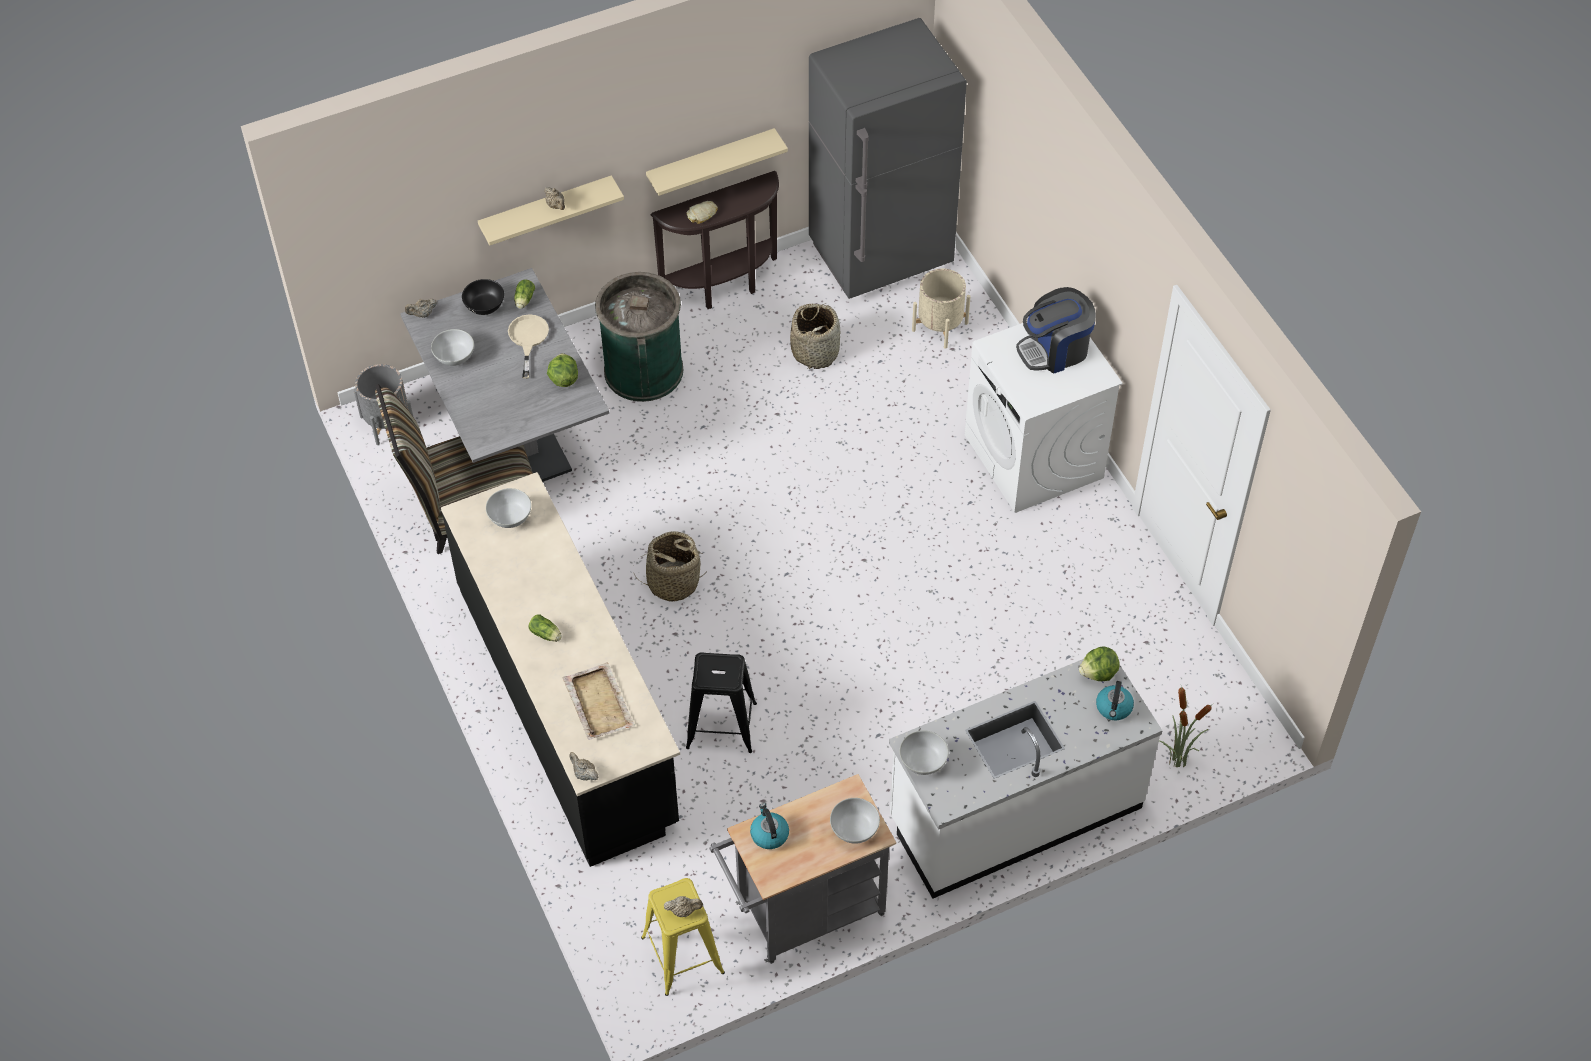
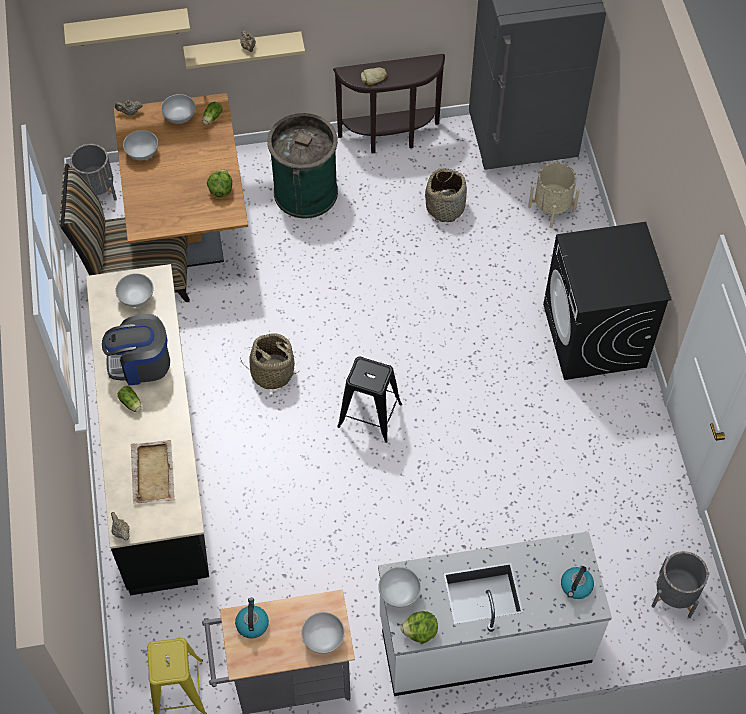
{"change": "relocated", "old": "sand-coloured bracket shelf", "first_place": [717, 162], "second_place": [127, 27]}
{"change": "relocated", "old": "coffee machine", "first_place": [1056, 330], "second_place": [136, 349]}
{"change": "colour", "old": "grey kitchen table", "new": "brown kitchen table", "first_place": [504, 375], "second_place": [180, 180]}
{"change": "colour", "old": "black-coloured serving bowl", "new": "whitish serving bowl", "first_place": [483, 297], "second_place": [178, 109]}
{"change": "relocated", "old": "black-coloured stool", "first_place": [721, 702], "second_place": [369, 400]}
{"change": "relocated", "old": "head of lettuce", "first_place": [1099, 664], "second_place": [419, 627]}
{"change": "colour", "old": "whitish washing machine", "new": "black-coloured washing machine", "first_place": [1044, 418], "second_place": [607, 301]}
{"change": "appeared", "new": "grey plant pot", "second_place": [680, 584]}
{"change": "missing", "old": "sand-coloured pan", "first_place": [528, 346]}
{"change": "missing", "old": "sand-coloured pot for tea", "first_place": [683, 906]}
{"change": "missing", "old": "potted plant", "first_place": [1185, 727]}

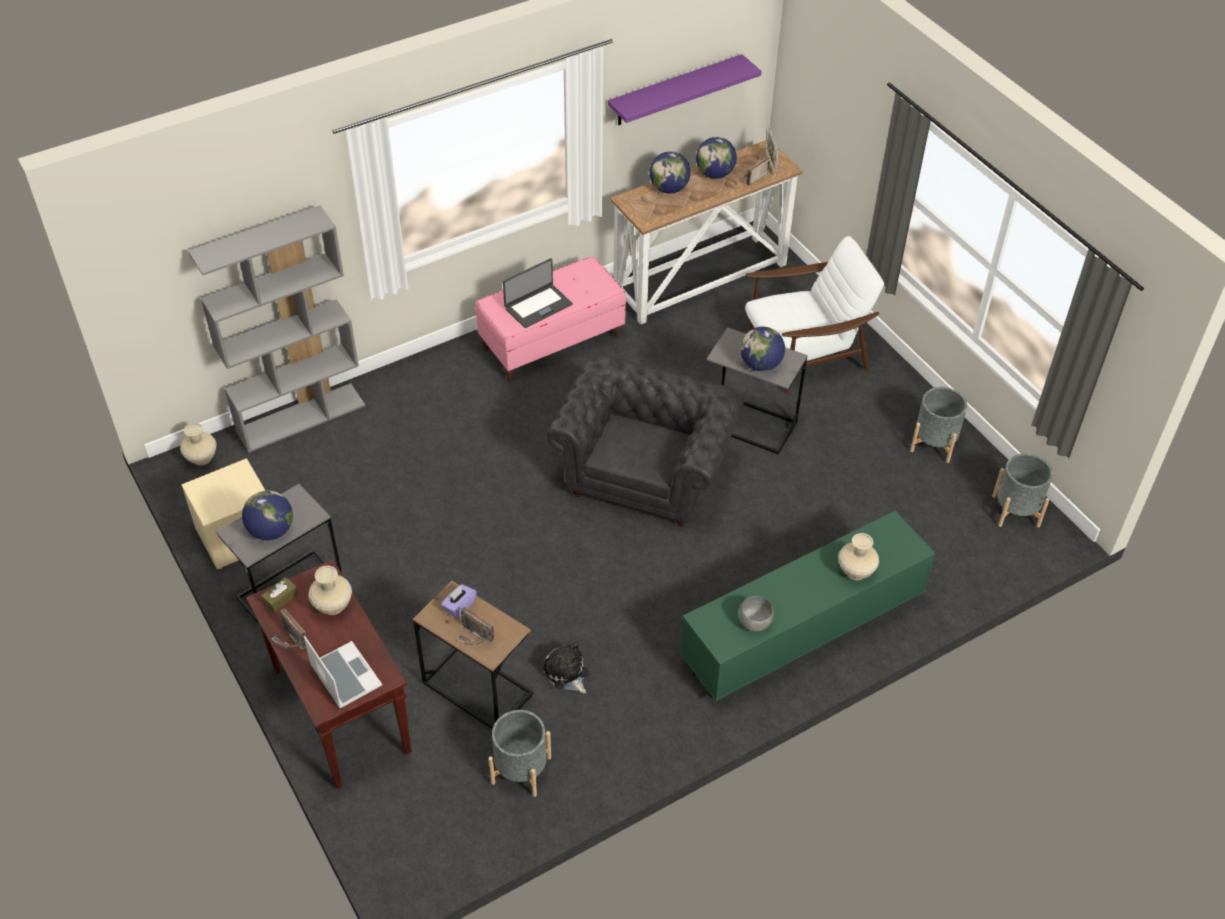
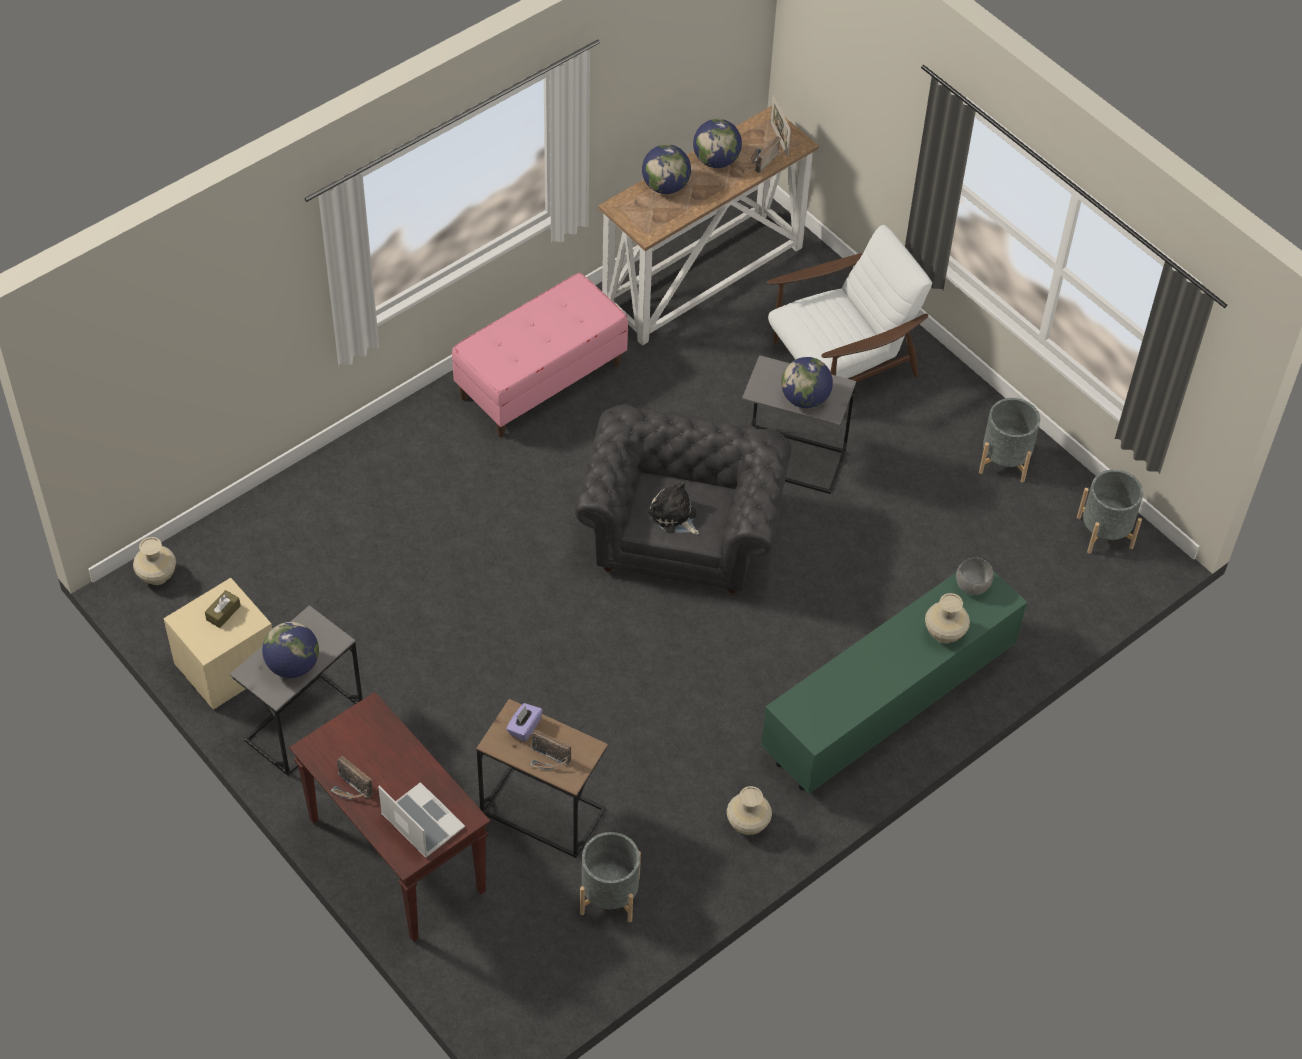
{"change": "relocated", "old": "brown tissue holder", "first_place": [279, 595], "second_place": [223, 609]}
{"change": "relocated", "old": "cuddly toy", "first_place": [565, 668], "second_place": [673, 508]}
{"change": "relocated", "old": "sand-coloured vase", "first_place": [330, 590], "second_place": [749, 810]}
{"change": "relocated", "old": "grey serving bowl", "first_place": [756, 613], "second_place": [975, 576]}
{"change": "missing", "old": "grey shelving unit", "first_place": [276, 329]}
{"change": "missing", "old": "notebook computer", "first_place": [538, 293]}
{"change": "missing", "old": "purple-coloured bracket shelf", "first_place": [685, 89]}

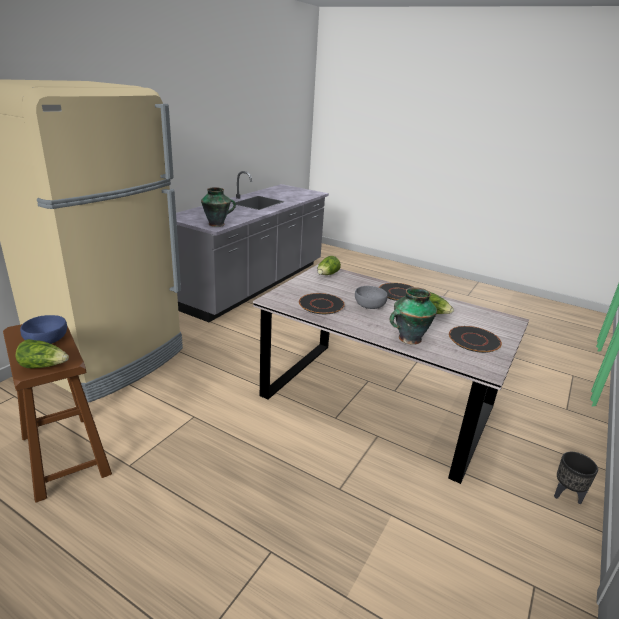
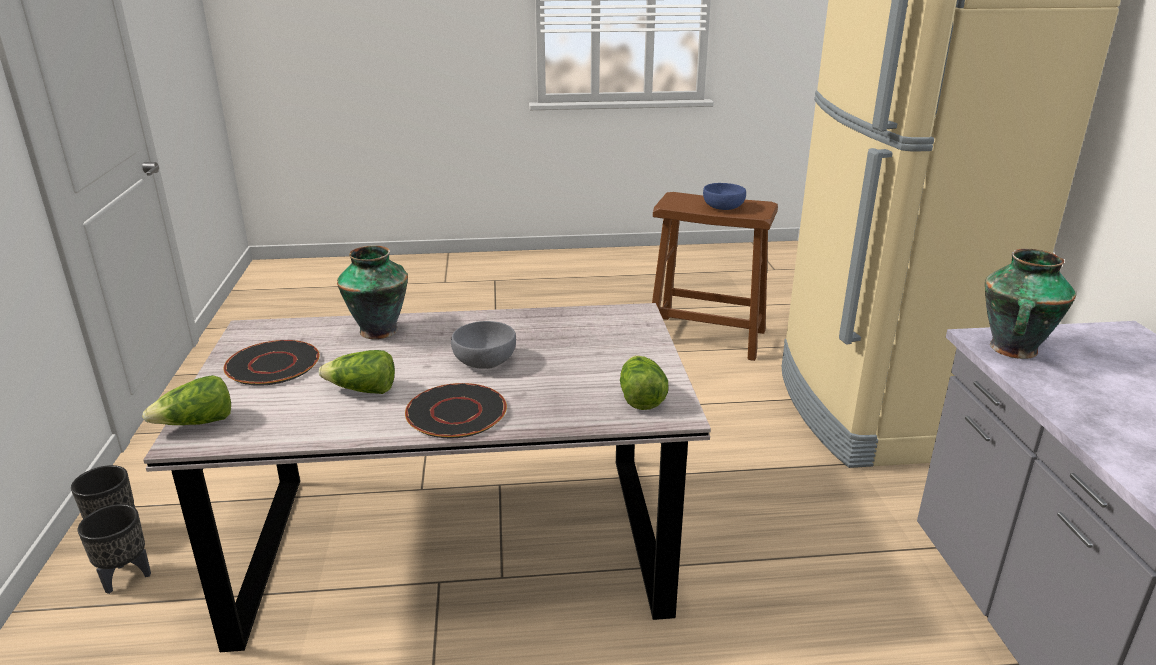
{"change": "appeared", "new": "black-coloured plant pot", "second_place": [114, 549]}
{"change": "relocated", "old": "head of lettuce", "first_place": [42, 353], "second_place": [186, 400]}
{"change": "missing", "old": "black-coloured flat dish", "first_place": [322, 303]}

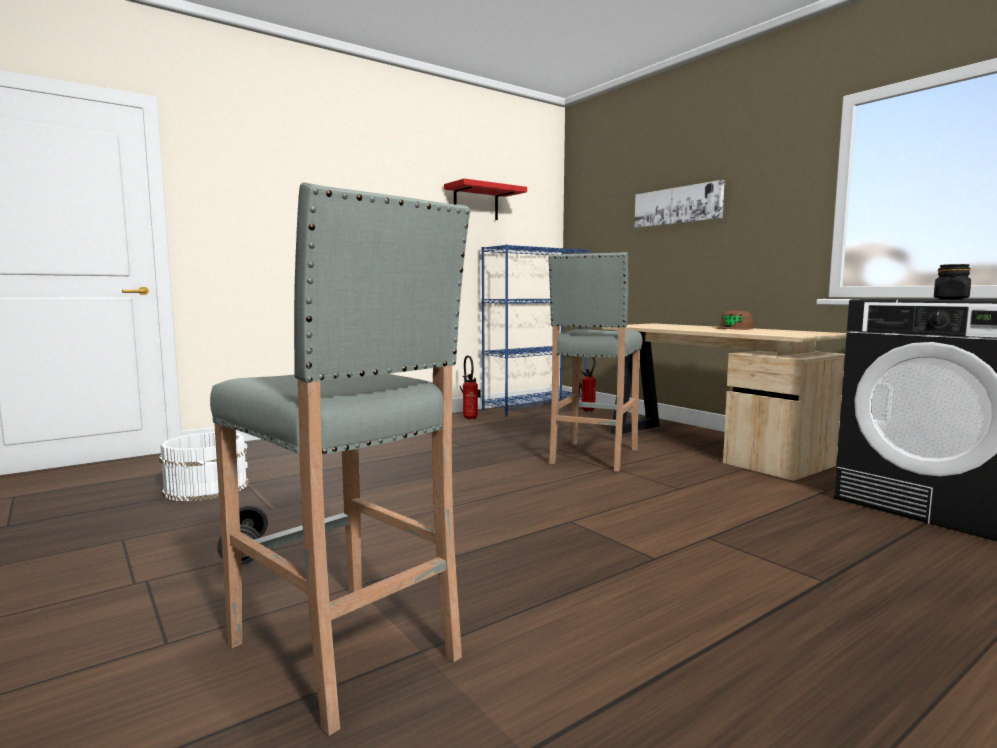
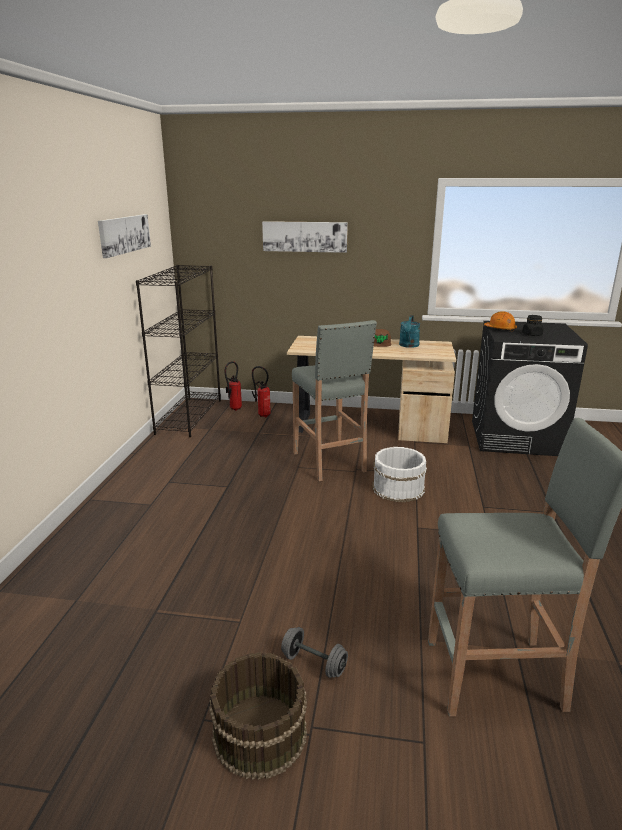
{"change": "exchanged", "old": "red bracket shelf", "new": "wall picture", "first_place": [485, 199], "second_place": [124, 236]}
{"change": "colour", "old": "bluish shelving unit", "new": "black-coloured shelving unit", "first_place": [535, 330], "second_place": [178, 351]}
{"change": "appeared", "new": "brown bucket", "second_place": [258, 716]}
{"change": "relocated", "old": "extinguisher", "first_place": [470, 387], "second_place": [261, 392]}
{"change": "relocated", "old": "whitish bucket", "first_place": [203, 466], "second_place": [400, 474]}
{"change": "appeared", "new": "blue-green watering pot", "second_place": [409, 331]}
{"change": "appeared", "new": "orange-coloured work helmet", "second_place": [500, 321]}

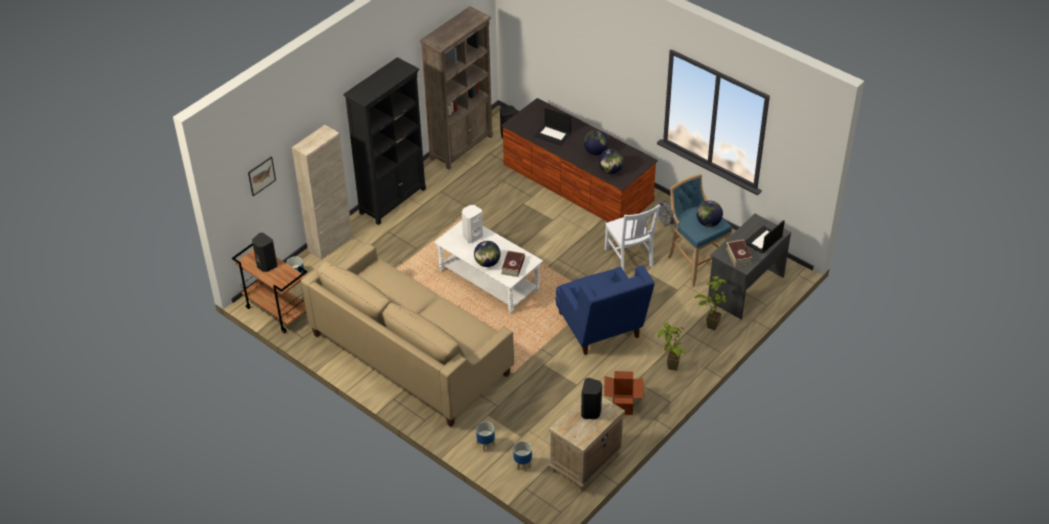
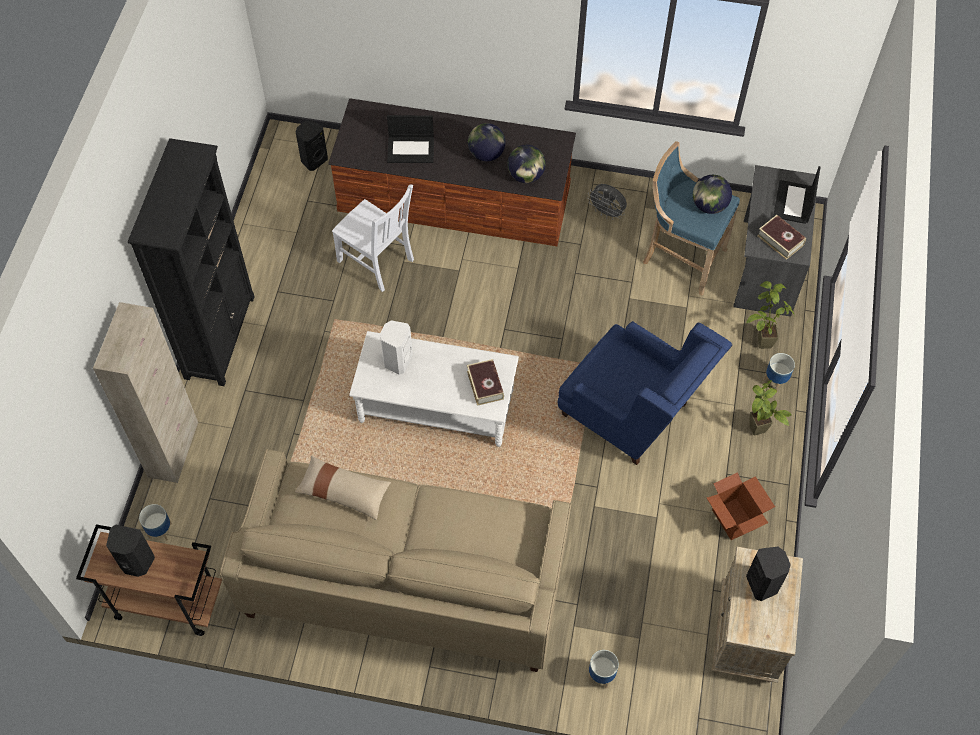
{"change": "appeared", "new": "sand-coloured throw pillow", "second_place": [343, 488]}
{"change": "relocated", "old": "whitish plain chair", "first_place": [633, 238], "second_place": [373, 238]}
{"change": "relocated", "old": "plant pot", "first_place": [522, 455], "second_place": [779, 371]}
{"change": "missing", "old": "wall picture", "first_place": [262, 176]}
{"change": "missing", "old": "brown shelving unit", "first_place": [456, 88]}
{"change": "missing", "old": "desk globe", "first_place": [487, 254]}

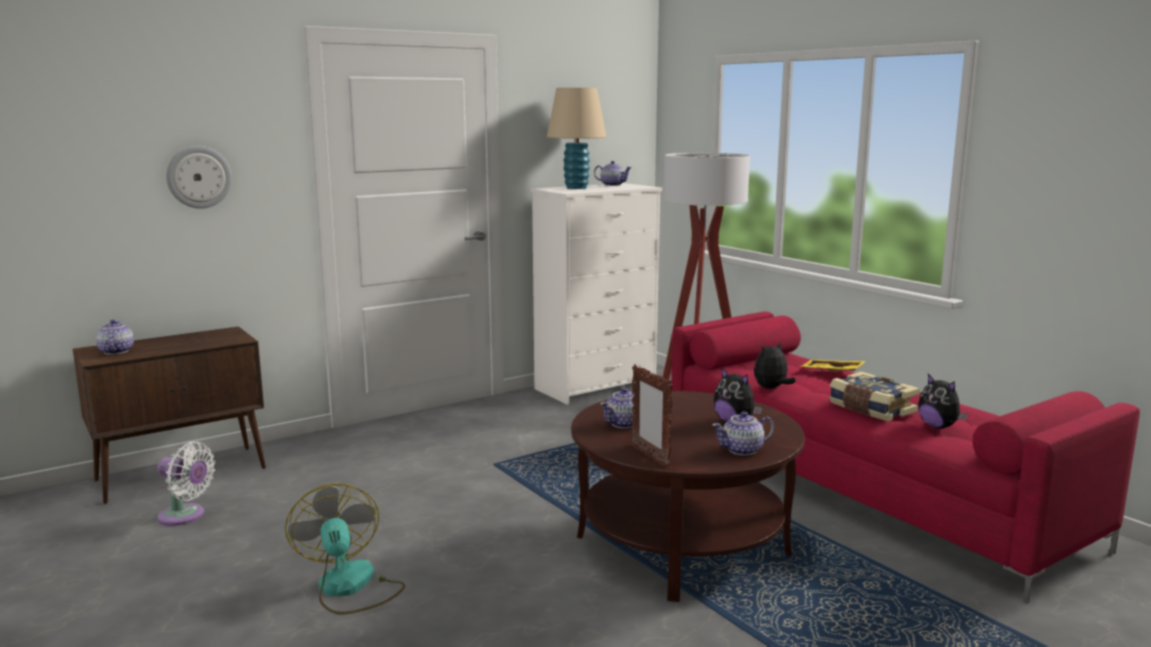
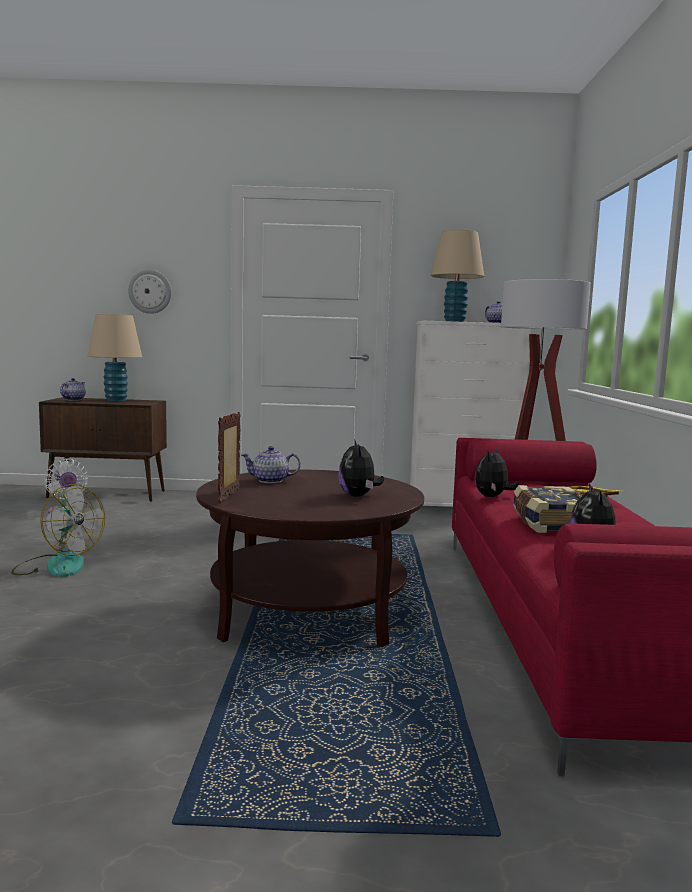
{"change": "spun", "old": "electric fan", "first_place": [345, 549], "second_place": [58, 530], "degrees": 105}
{"change": "appeared", "new": "sand-coloured table lamp", "second_place": [115, 358]}
{"change": "spun", "old": "cuddly toy", "first_place": [775, 365], "second_place": [497, 472], "degrees": -60}
{"change": "missing", "old": "pot for tea", "first_place": [743, 433]}

